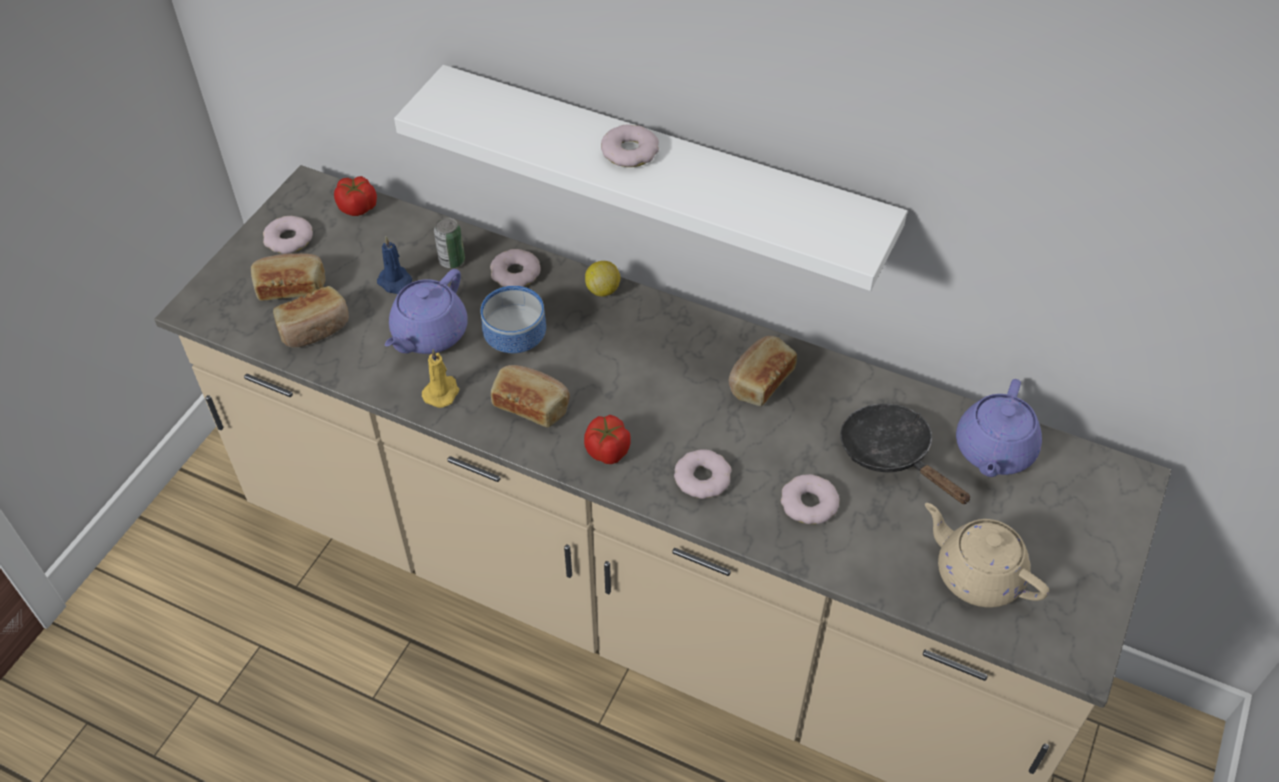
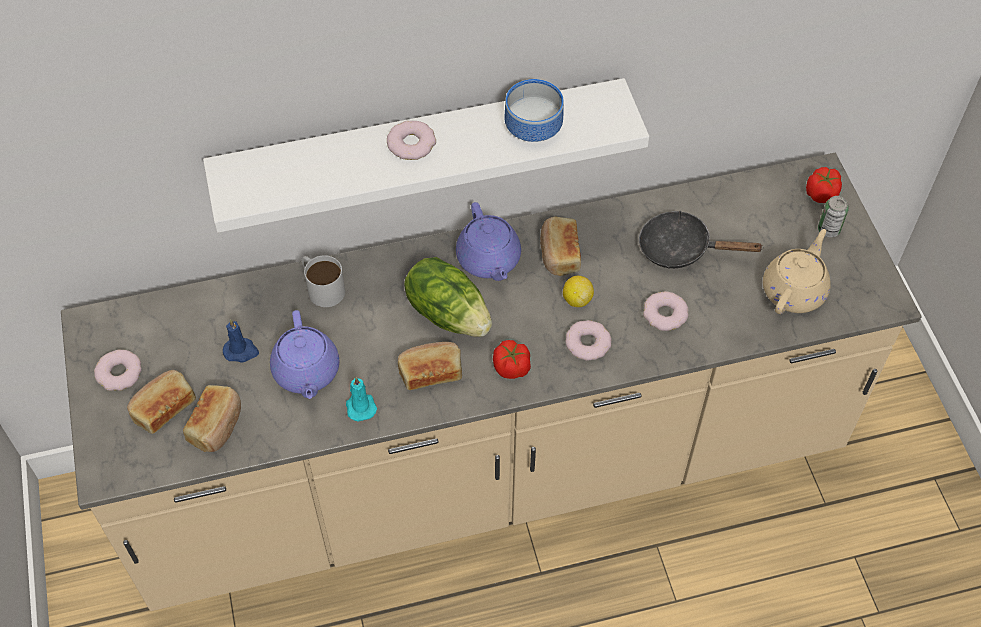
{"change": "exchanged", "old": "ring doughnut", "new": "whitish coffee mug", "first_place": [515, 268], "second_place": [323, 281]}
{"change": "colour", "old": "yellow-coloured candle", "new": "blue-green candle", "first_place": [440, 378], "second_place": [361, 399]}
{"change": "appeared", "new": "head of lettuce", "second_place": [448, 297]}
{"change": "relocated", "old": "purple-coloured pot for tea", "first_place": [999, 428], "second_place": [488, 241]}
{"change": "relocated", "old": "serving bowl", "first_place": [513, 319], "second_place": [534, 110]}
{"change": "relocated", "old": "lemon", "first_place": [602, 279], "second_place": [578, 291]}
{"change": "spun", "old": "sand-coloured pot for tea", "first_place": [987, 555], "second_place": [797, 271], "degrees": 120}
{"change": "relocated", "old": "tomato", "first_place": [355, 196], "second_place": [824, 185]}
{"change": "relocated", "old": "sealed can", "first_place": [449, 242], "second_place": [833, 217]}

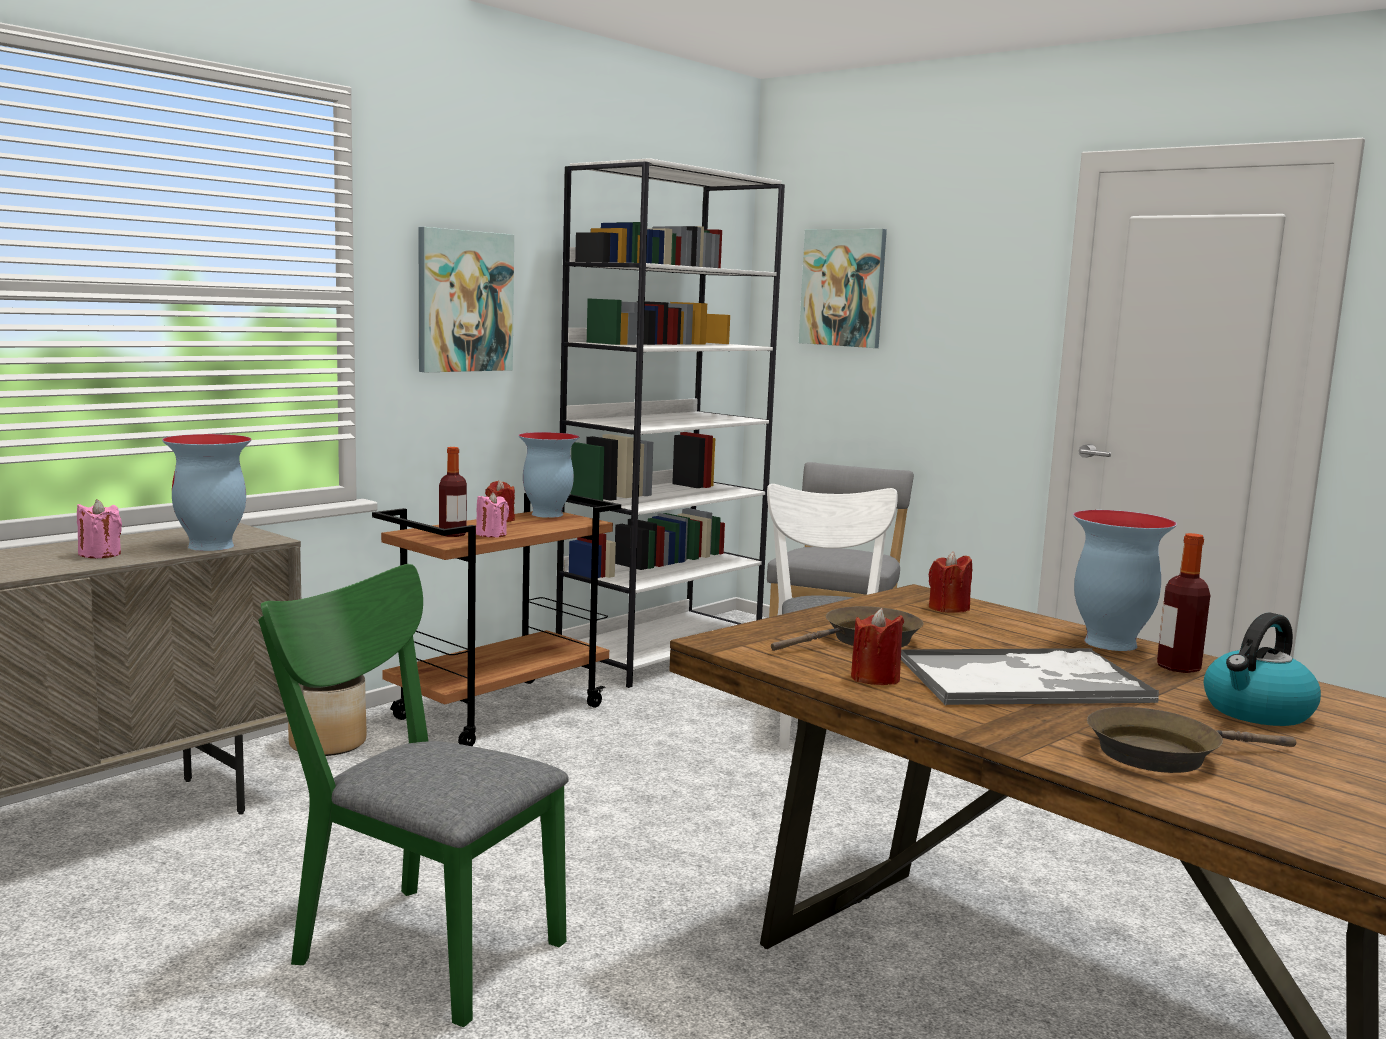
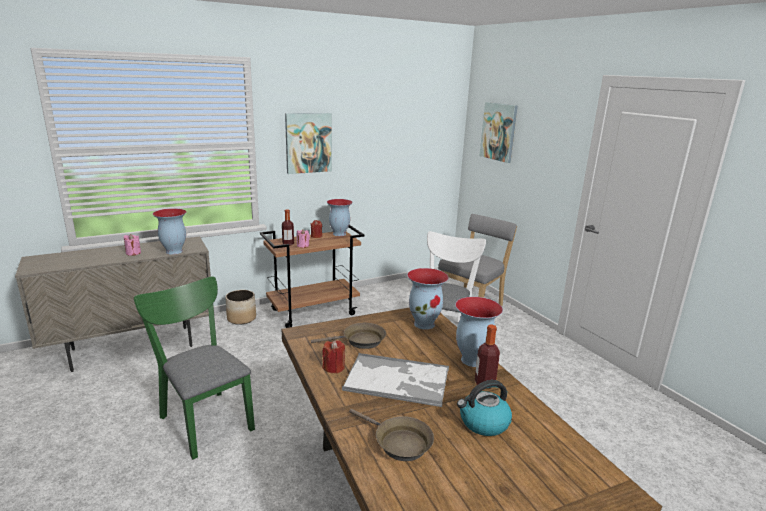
{"change": "spun", "old": "brown pan", "first_place": [1191, 740], "second_place": [391, 435], "degrees": -150}
{"change": "exchanged", "old": "red candle", "new": "vase", "first_place": [950, 582], "second_place": [428, 298]}
{"change": "missing", "old": "whitish shelving unit", "first_place": [670, 423]}

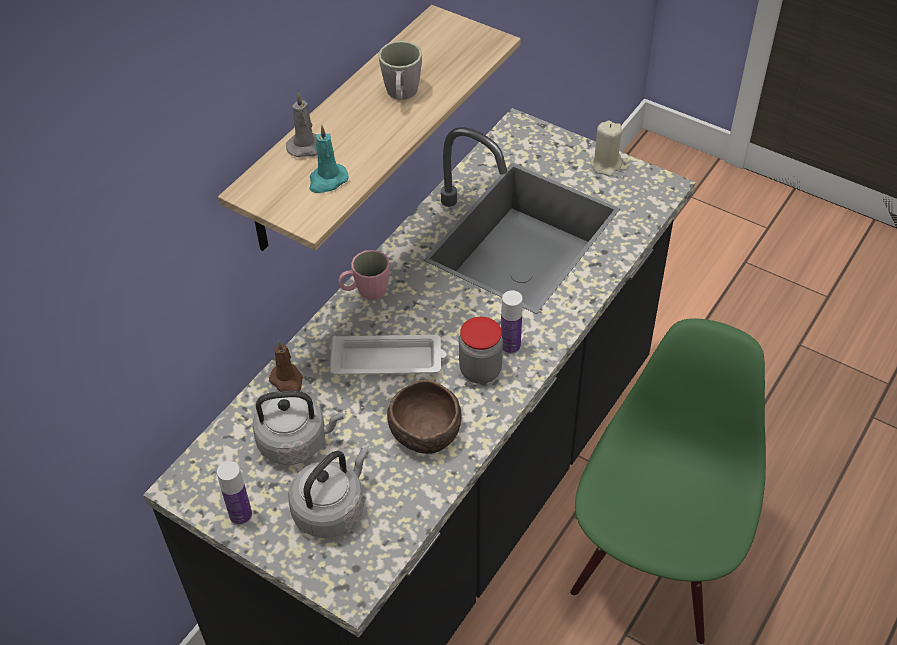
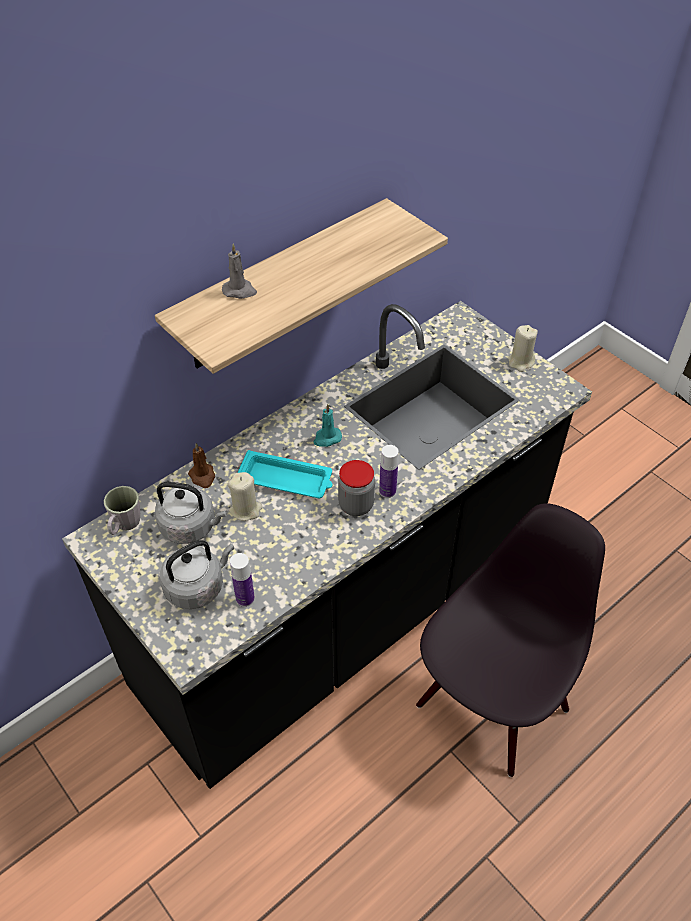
{"change": "relocated", "old": "grey coffee mug", "first_place": [400, 70], "second_place": [122, 510]}
{"change": "appeared", "new": "sand-coloured candle", "second_place": [245, 496]}
{"change": "relocated", "old": "bottle", "first_place": [234, 493], "second_place": [242, 580]}
{"change": "colour", "old": "whitish tray", "new": "blue-green tray", "first_place": [387, 355], "second_place": [285, 474]}
{"change": "relocated", "old": "blue-green candle", "first_place": [329, 159], "second_place": [328, 425]}
{"change": "colour", "old": "greenish plain chair", "new": "black-coloured plain chair", "first_place": [668, 481], "second_place": [510, 640]}
{"change": "missing", "old": "pinkish coffee mug", "first_place": [364, 275]}
{"change": "missing", "old": "brown serving bowl", "first_place": [424, 416]}

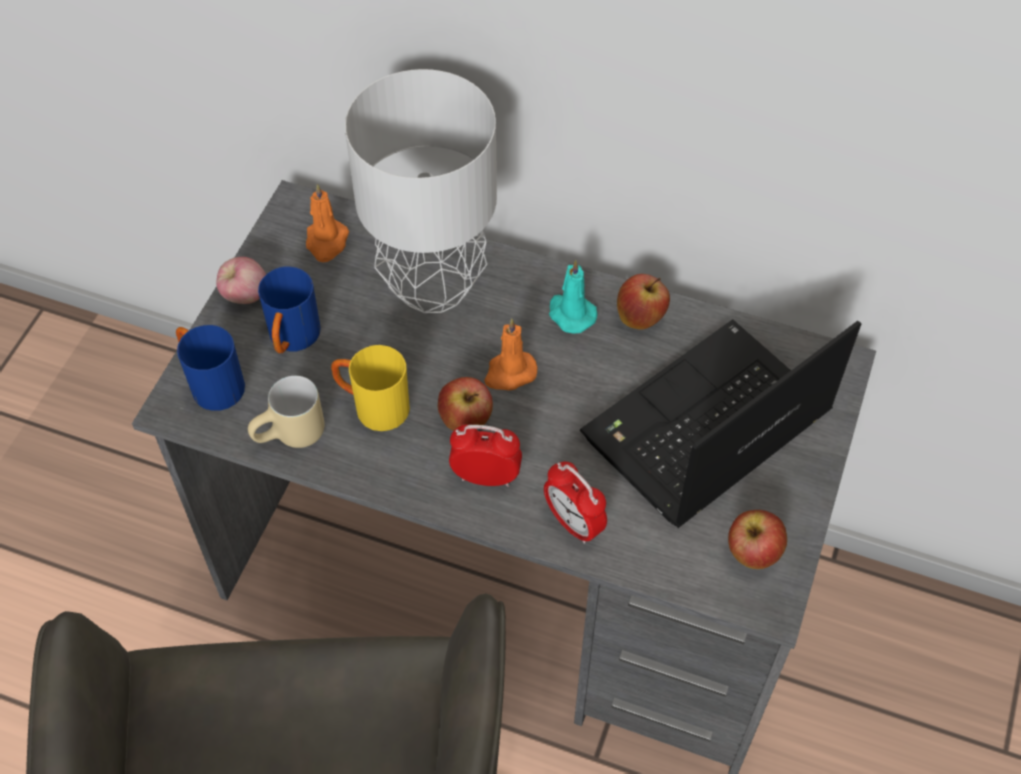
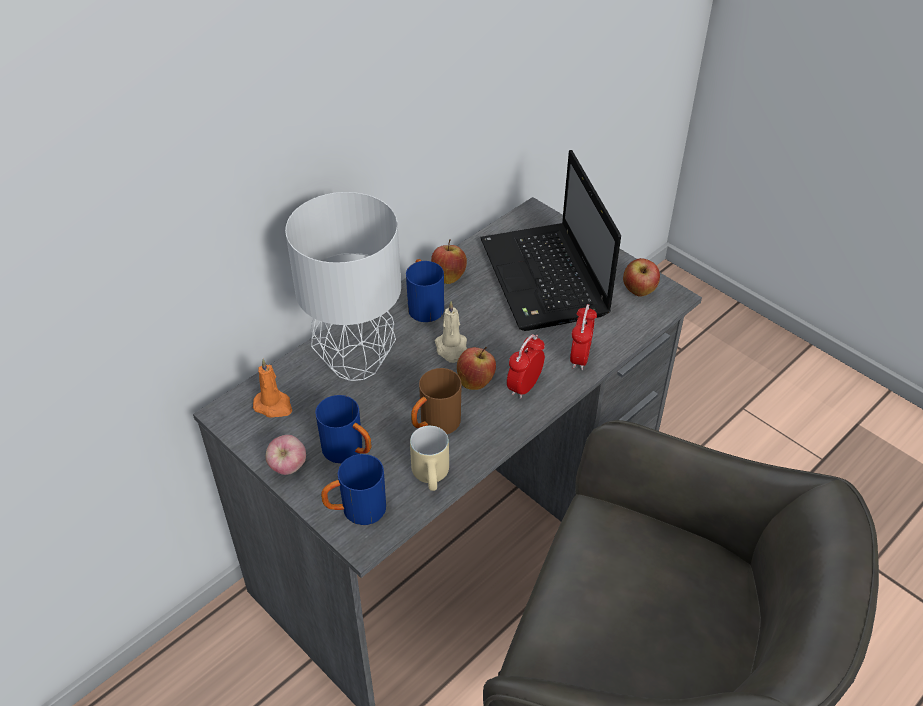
{"change": "exchanged", "old": "blue-green candle", "new": "bluish coffee mug", "first_place": [573, 296], "second_place": [425, 290]}
{"change": "colour", "old": "yellow-coloured coffee mug", "new": "brown coffee mug", "first_place": [370, 388], "second_place": [436, 401]}
{"change": "colour", "old": "orange-coloured candle", "new": "sand-coloured candle", "first_place": [510, 354], "second_place": [451, 332]}
{"change": "spun", "old": "bedside clock", "first_place": [575, 503], "second_place": [583, 337], "degrees": -60}

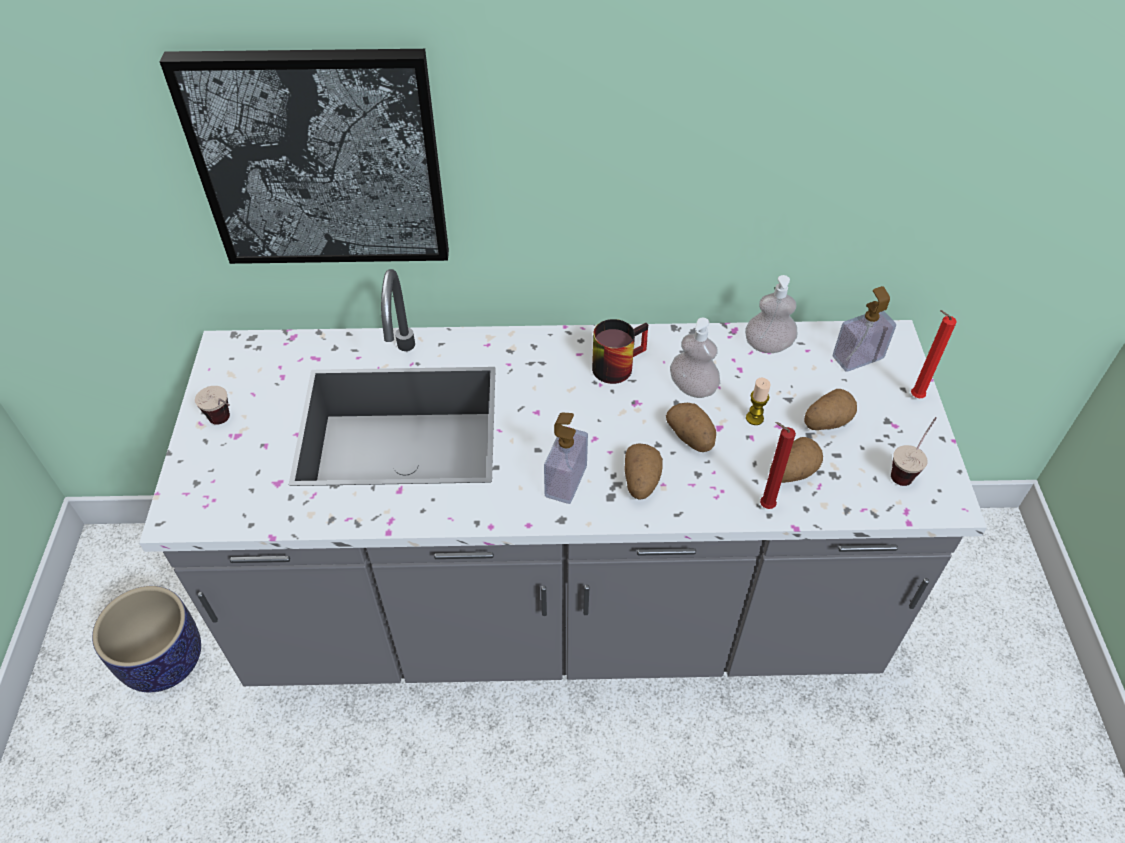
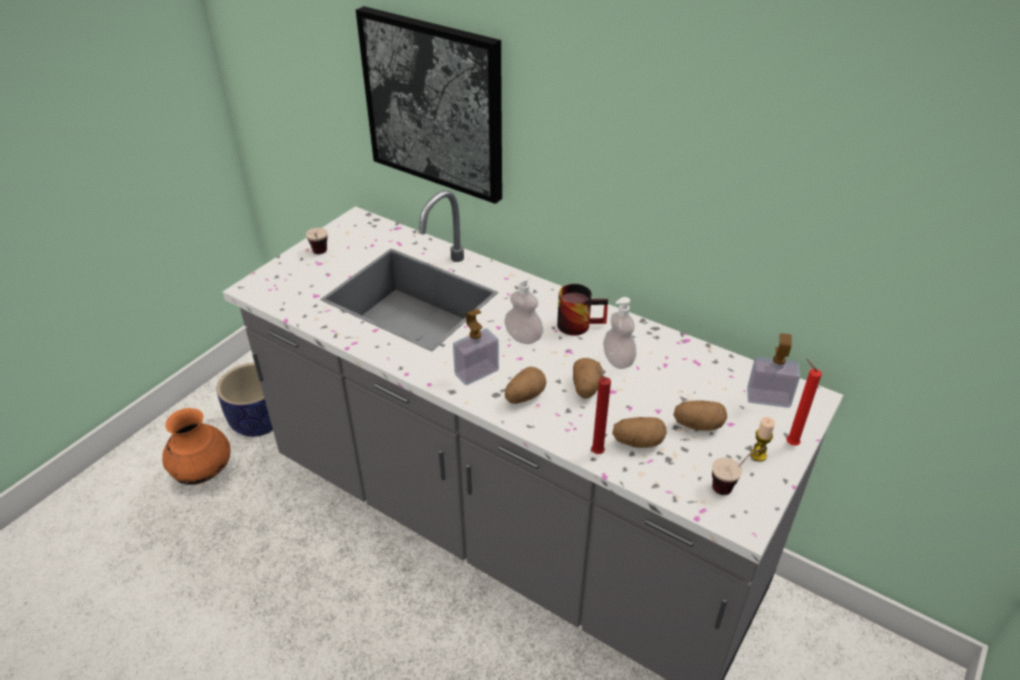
{"change": "appeared", "new": "orange-coloured vase", "second_place": [196, 446]}
{"change": "relocated", "old": "soap dispenser", "first_place": [771, 314], "second_place": [523, 309]}
{"change": "relocated", "old": "candle", "first_place": [758, 401], "second_place": [762, 439]}

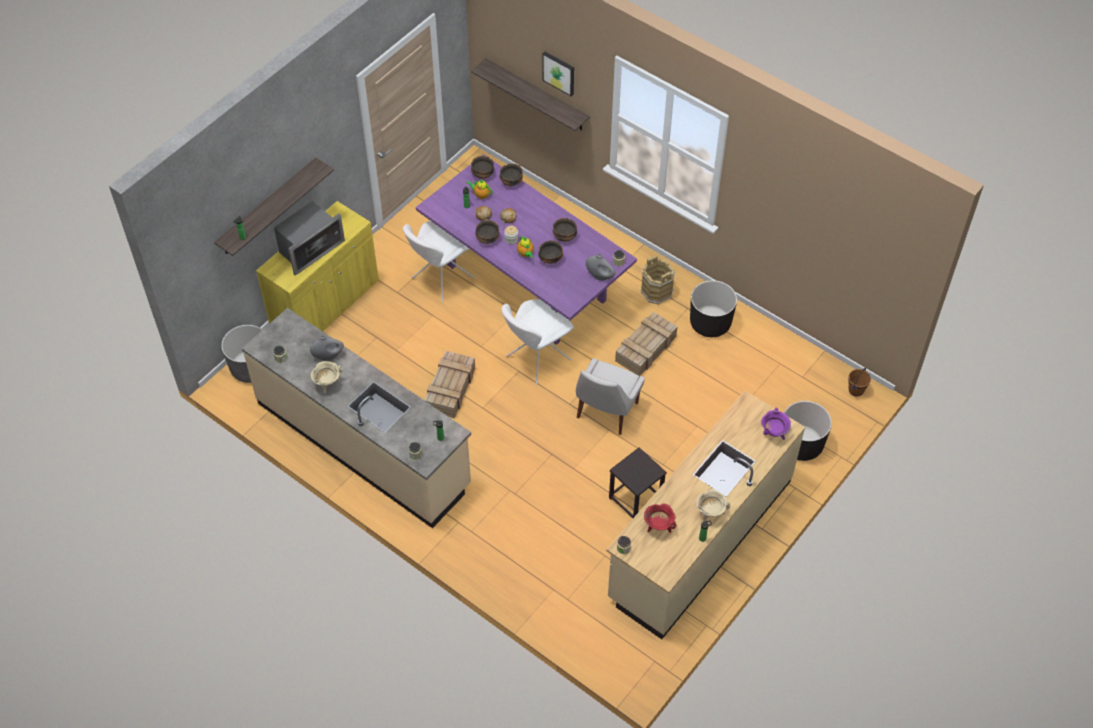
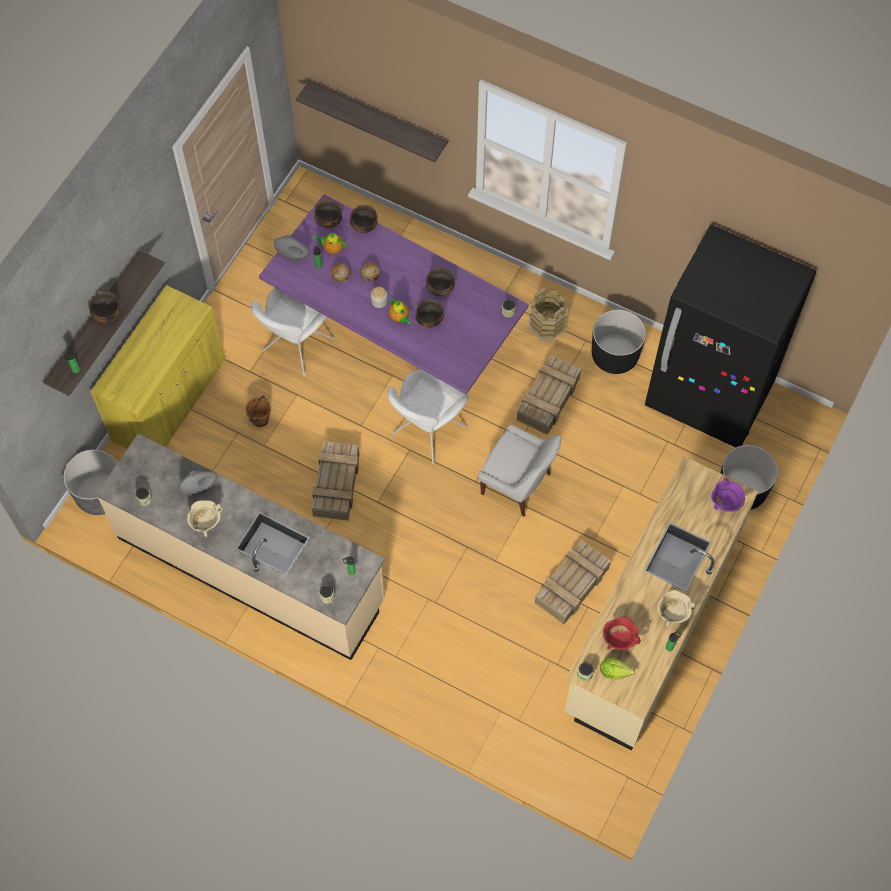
{"change": "relocated", "old": "serving bowl", "first_place": [487, 232], "second_place": [104, 307]}
{"change": "relocated", "old": "brown bucket", "first_place": [859, 382], "second_place": [258, 411]}
{"change": "relocated", "old": "grey vase", "first_place": [601, 267], "second_place": [291, 248]}
{"change": "spun", "old": "whitish plain chair", "first_place": [610, 396], "second_place": [519, 471], "degrees": -75}
{"change": "exchanged", "old": "black-coloured stool", "new": "packing crate", "first_place": [638, 482], "second_place": [573, 582]}
{"change": "appeared", "new": "head of lettuce", "second_place": [617, 668]}
{"change": "appeared", "new": "black-coloured refrigerator", "second_place": [730, 336]}
{"change": "missing", "old": "microwave oven", "first_place": [309, 238]}
{"change": "missing", "old": "wall picture", "first_place": [558, 74]}

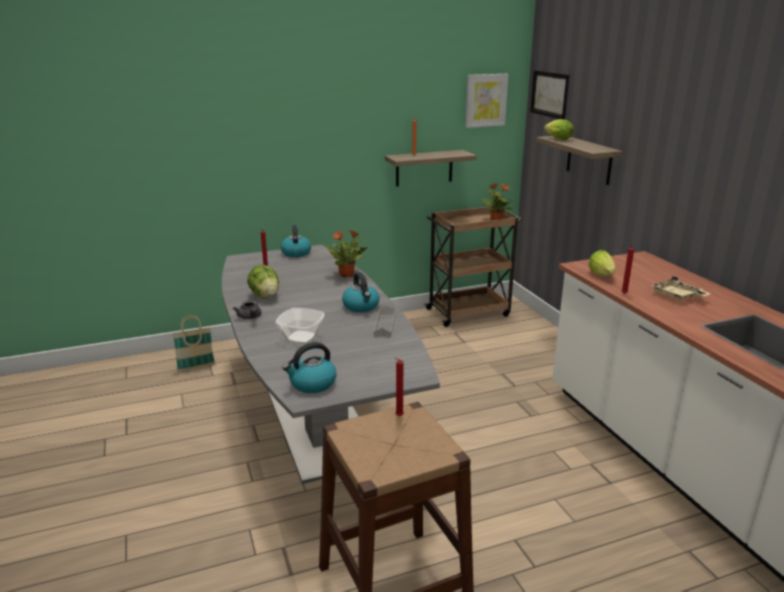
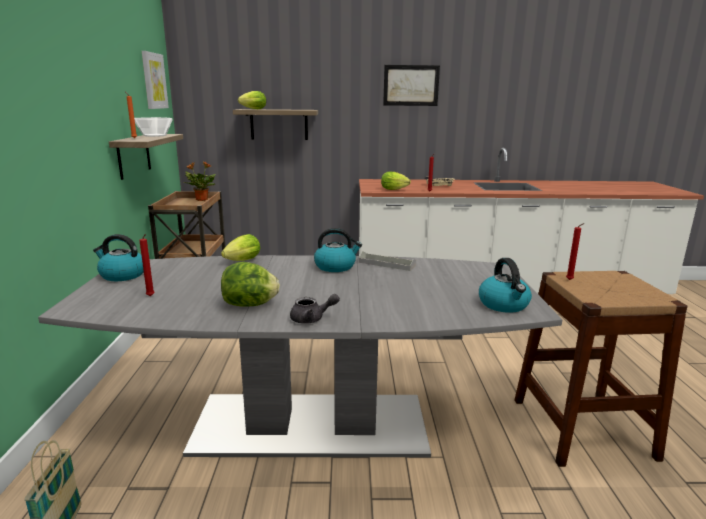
{"change": "relocated", "old": "serving bowl", "first_place": [300, 326], "second_place": [153, 127]}
{"change": "exchanged", "old": "potted plant", "new": "head of lettuce", "first_place": [346, 253], "second_place": [240, 247]}
{"change": "relocated", "old": "wall picture", "first_place": [550, 95], "second_place": [411, 85]}

